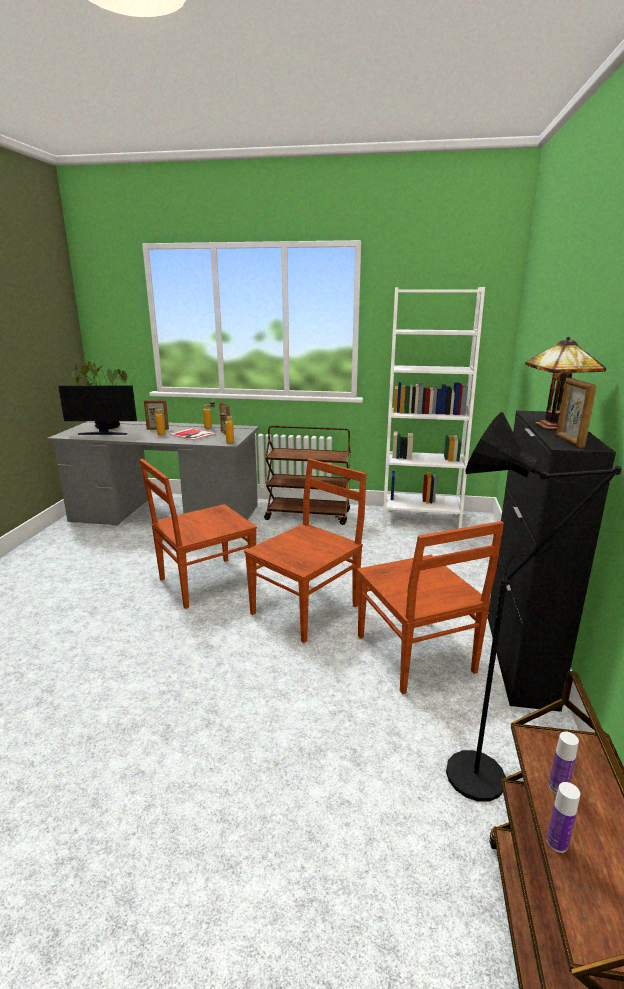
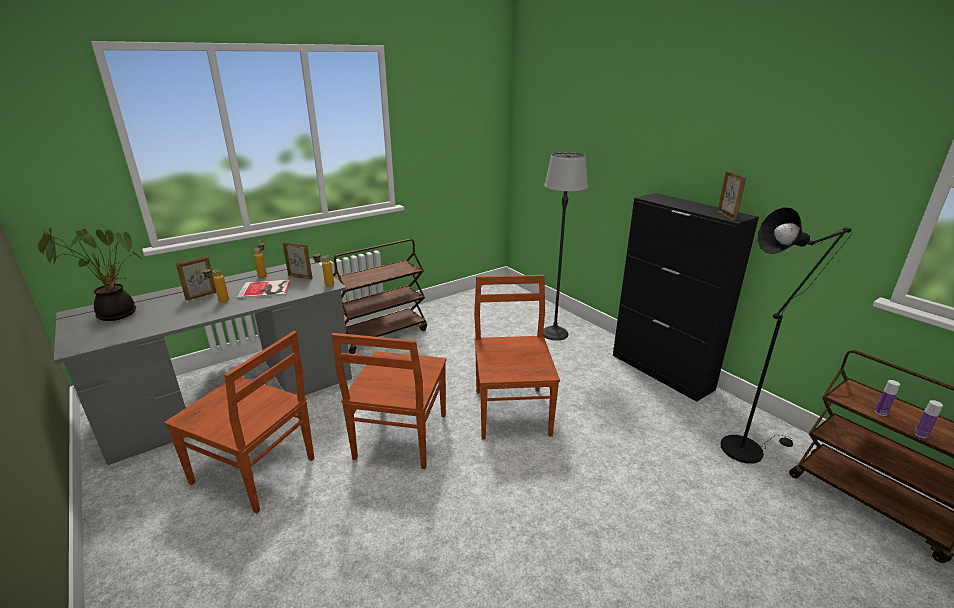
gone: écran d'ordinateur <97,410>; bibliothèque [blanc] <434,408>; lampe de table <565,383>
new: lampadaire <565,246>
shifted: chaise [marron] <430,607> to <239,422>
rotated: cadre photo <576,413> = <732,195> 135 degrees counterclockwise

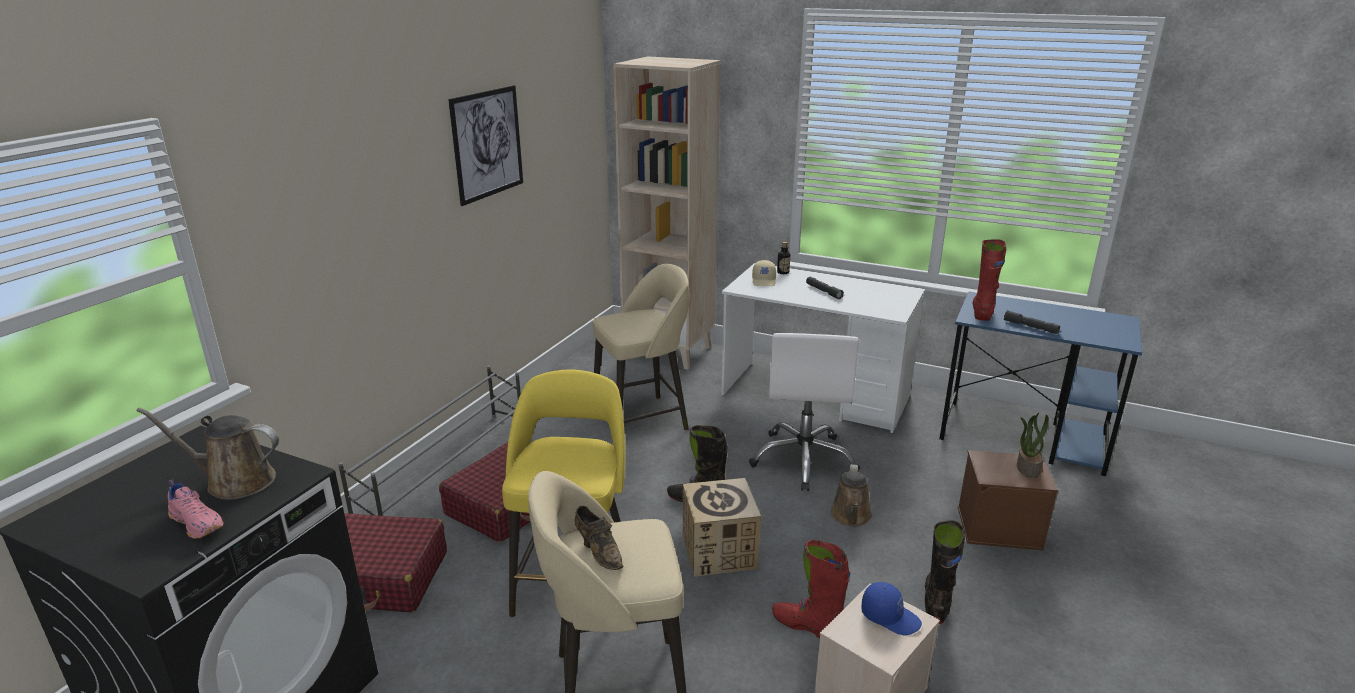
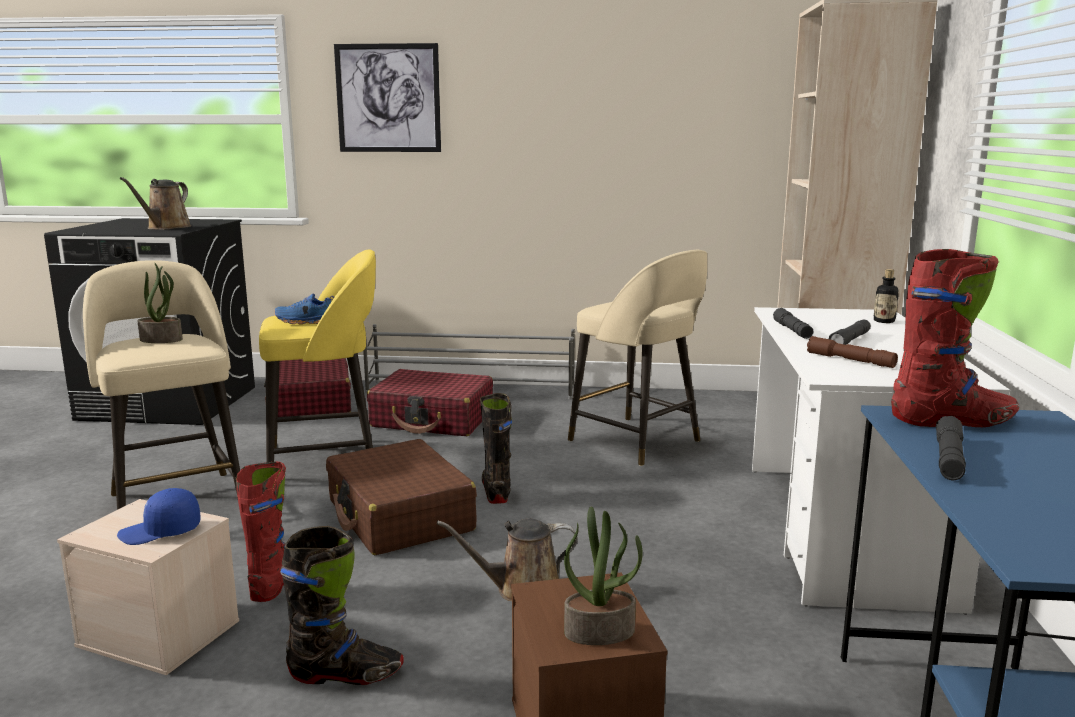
gone: chaussure [rose] <196,509>; chaise de bureau [blanc] <804,412>; casquette [beige] <764,273>
new: chaussure [bleu] <304,308>; lampe de poche [gris] <793,323>; lampe de poche [marron] <852,352>
shifted: tableau <485,145> to <387,97>
swapped: chaussure [marron] <598,538> to plante en pot <160,303>; carton <722,527> to valise [marron] <401,497>
rotated: arrosoir [marron] <207,453> = <156,203> 150 degrees counterclockwise; casquette [bleu] <892,608> = <158,516> 60 degrees clockwise

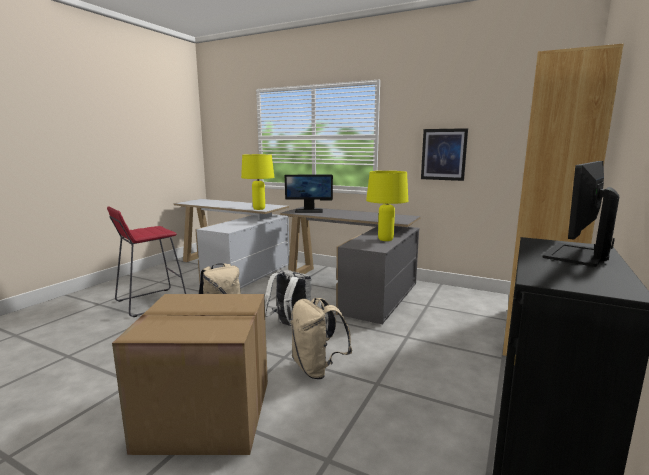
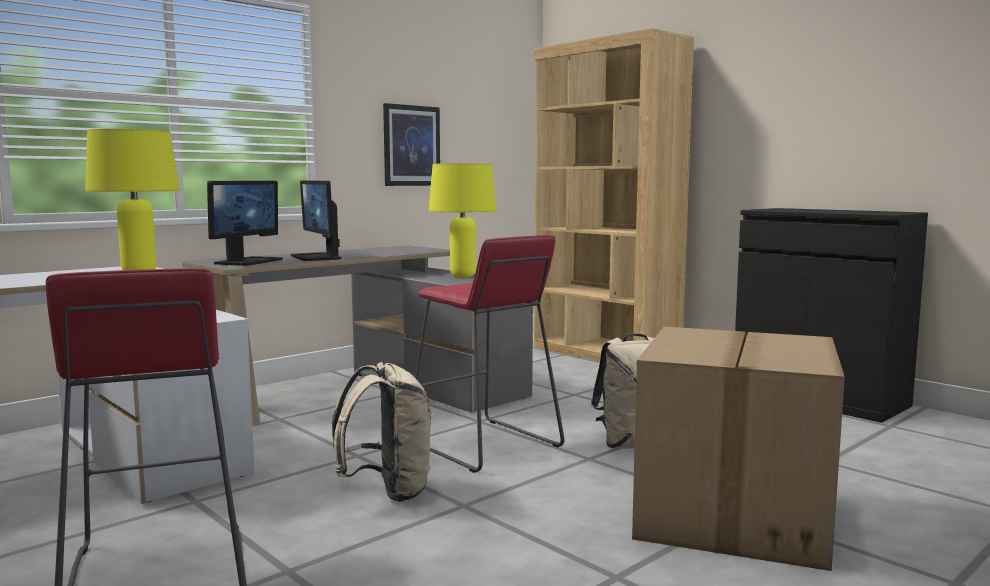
shifted: écran d'ordinateur <581,214> to <316,221>
swapped: sac à dos [blanc] <288,298> to tabouret [rouge] <490,354>

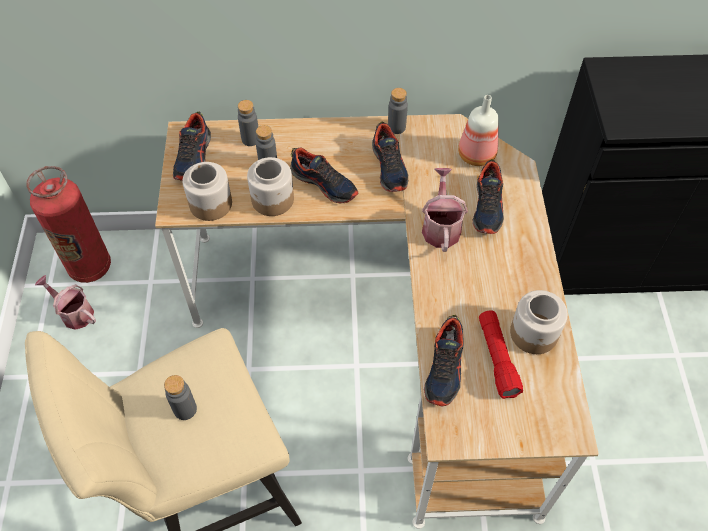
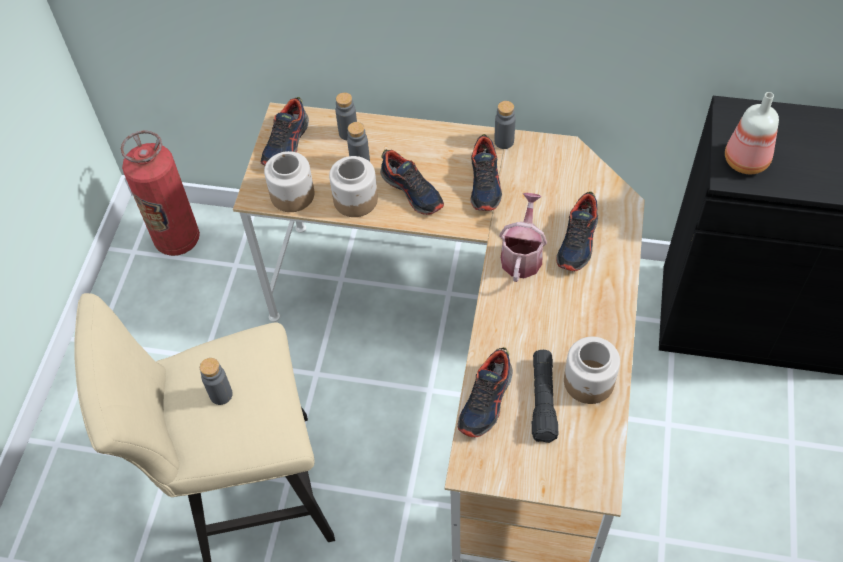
gone: arrosoir <65,302>
shifted: bouteille <478,130> to <752,133>
repainted: lampe de poche [rouge] <501,354> to lampe de poche [noir] <545,396>

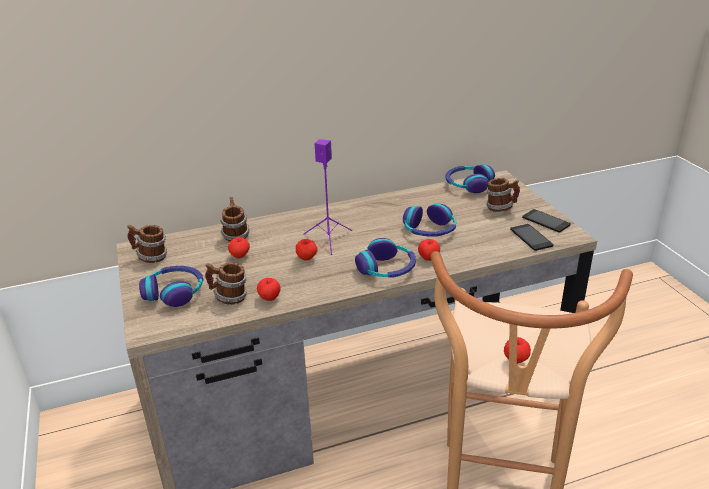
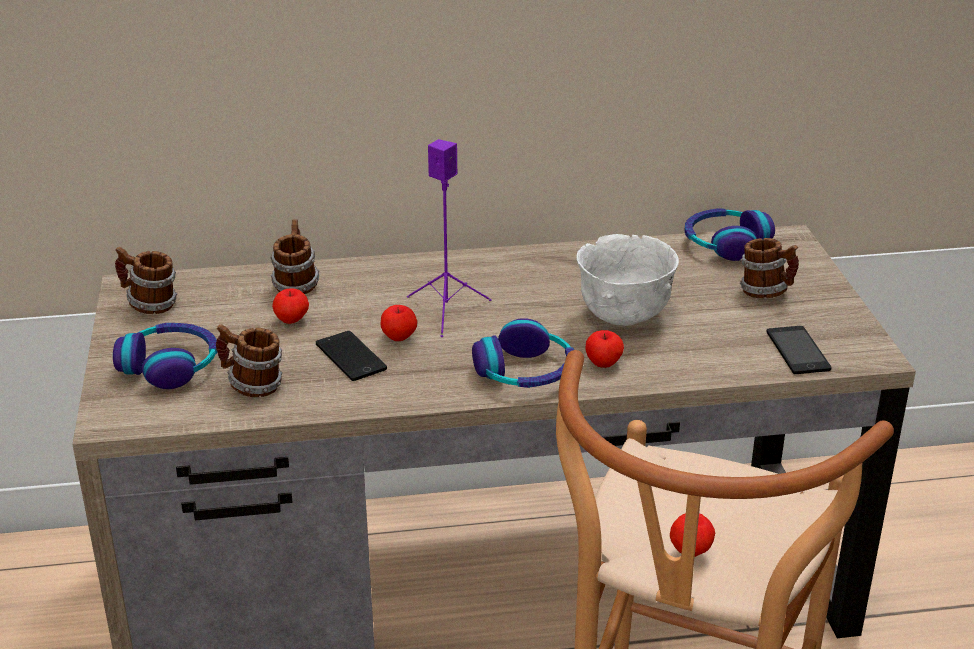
gone: pomme <269,289>
shifted: téléphone <546,221> to <351,356>
swapped: casque audio <429,220> to bol [blanc] <627,280>

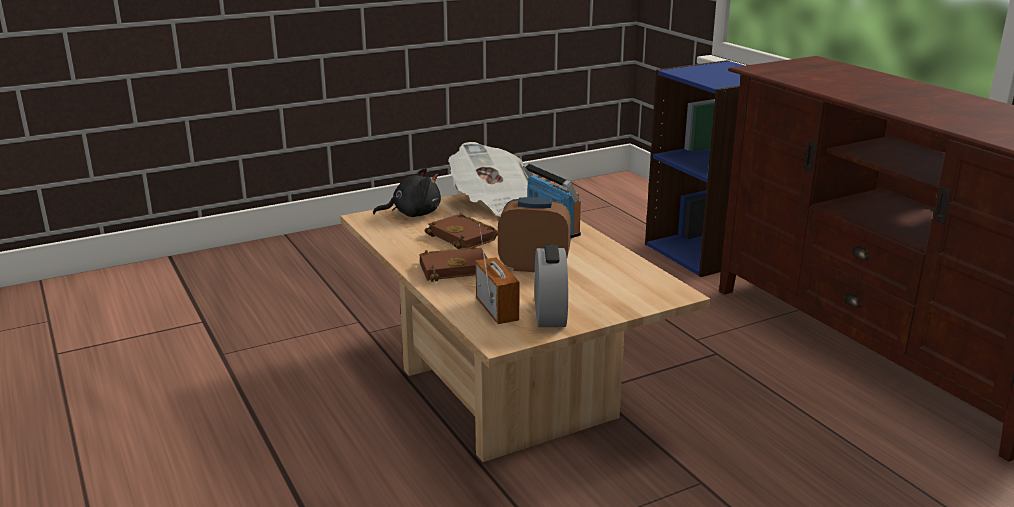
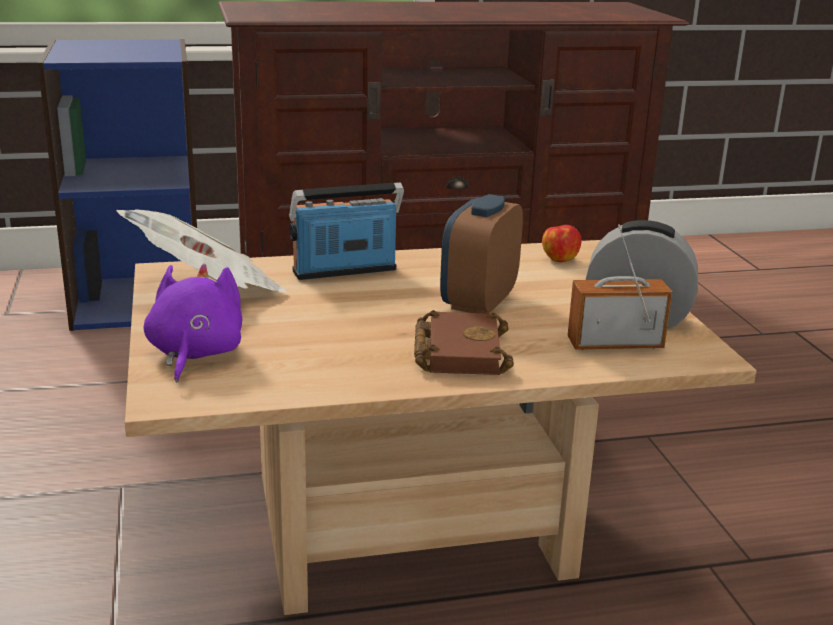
gone: livre [marron] <461,231>
new: pomme <561,243>
repainted: peluche [noir] <407,192> to peluche [violet] <193,322>

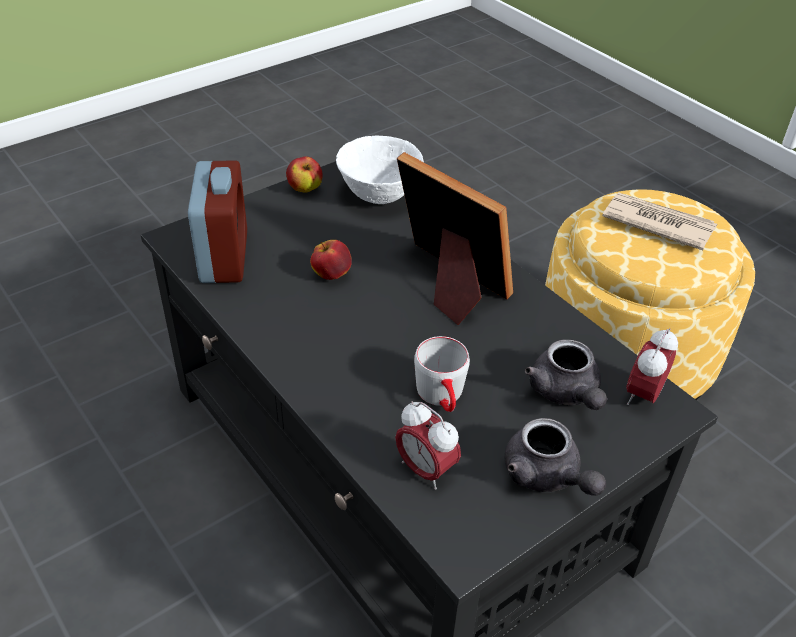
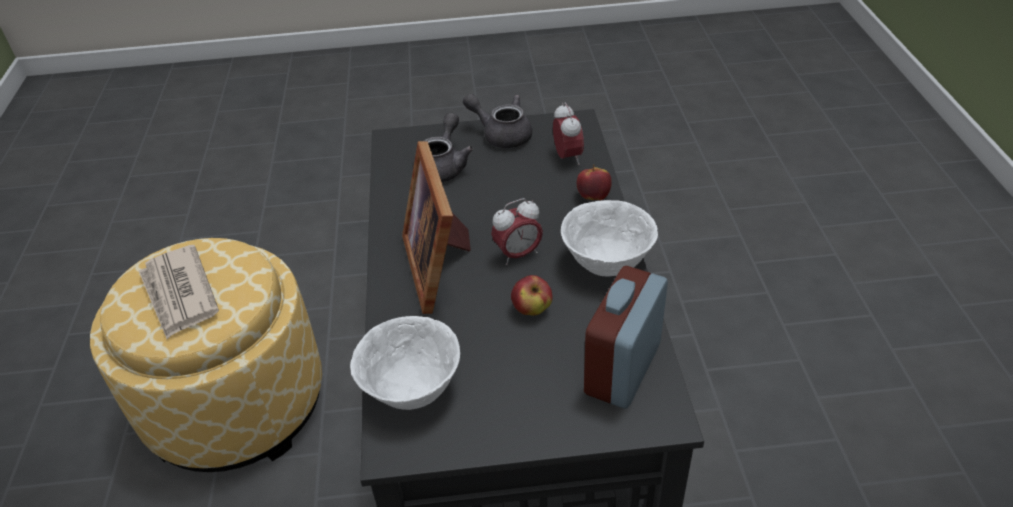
gone: mug [gris] <442,374>
new: bol [blanc] <609,238>
shifted: pomme <304,174> to <594,182>; réveil <652,366> to <517,231>
rotated: théière [gris] <555,457> = <497,121> 60 degrees counterclockwise

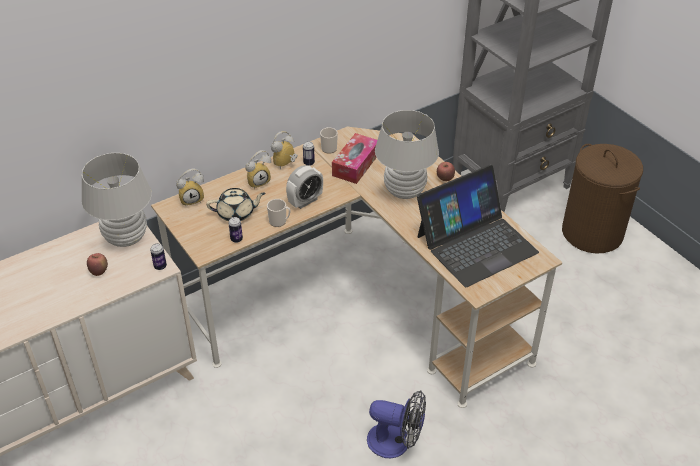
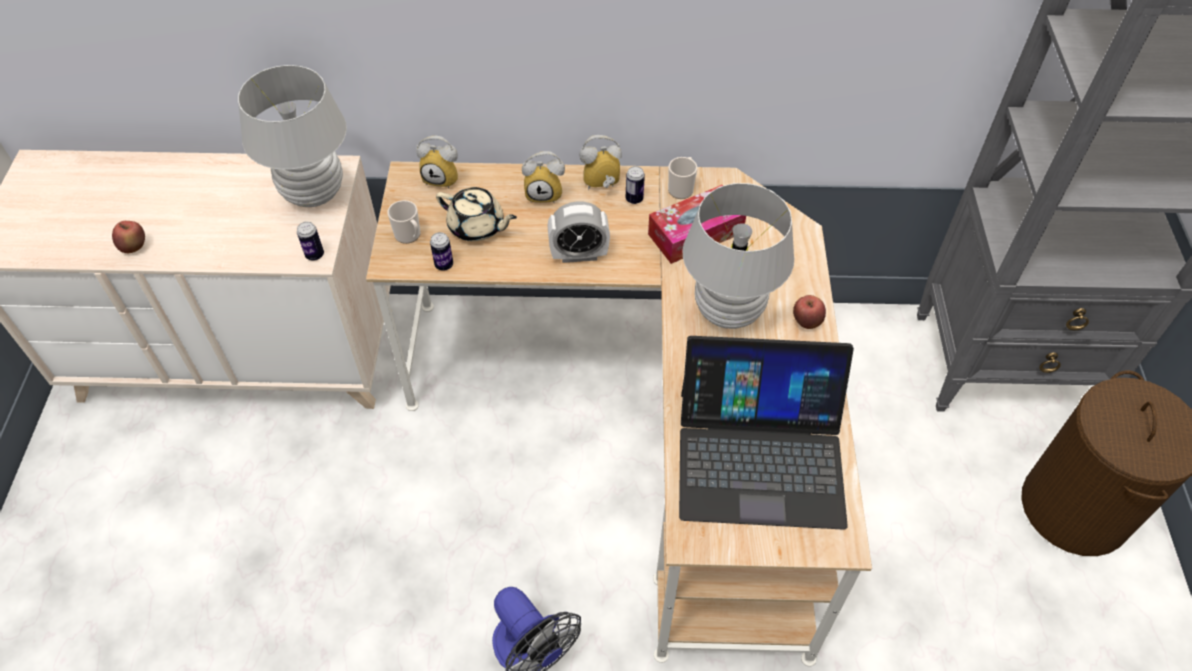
shifted: pomme <97,264> to <128,237>; mug <278,213> to <404,222>

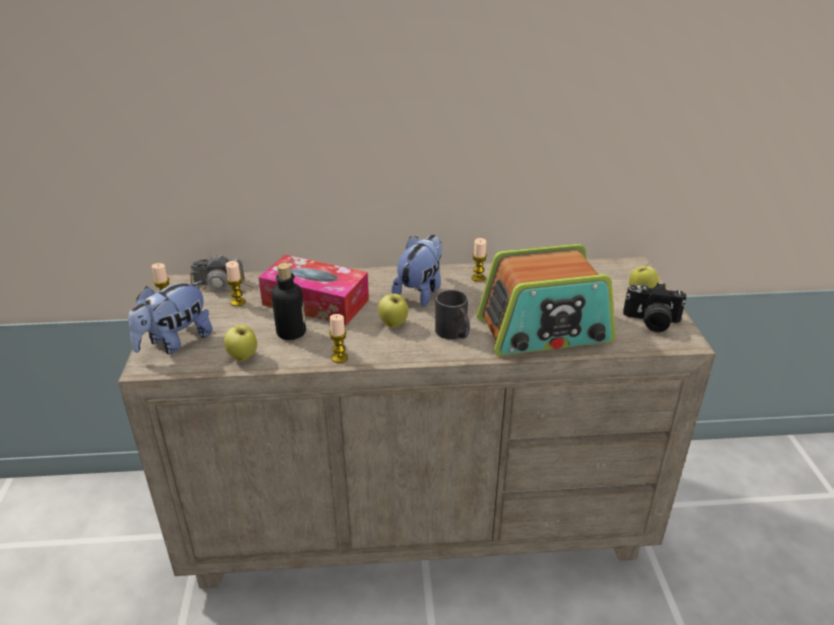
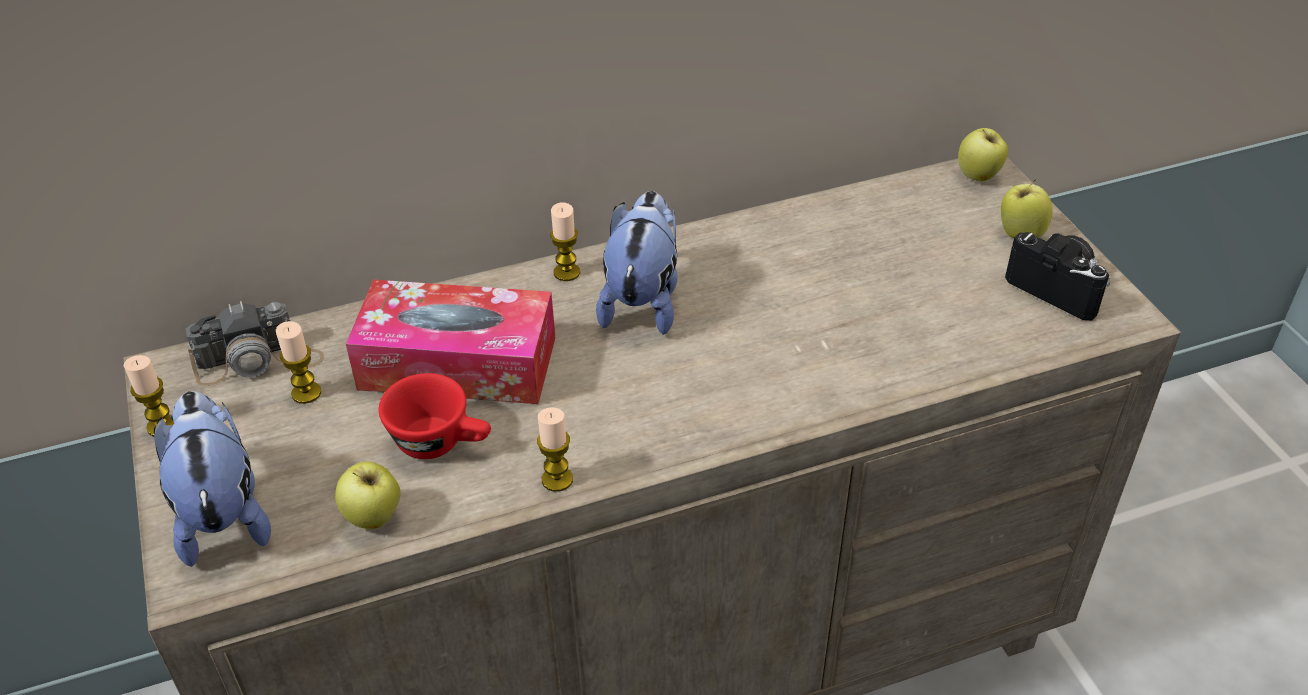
gone: mug [noir] <452,314>; radio <546,300>
shifted: pomme <393,310> to <983,155>; bougie <479,260> to <565,242>
swapped: bouteille <289,301> to tasse [rouge] <435,416>
rotated: peluche <170,317> = <212,479> 135 degrees clockwise; appareil photo <654,307> = <1057,276> 135 degrees counterclockwise

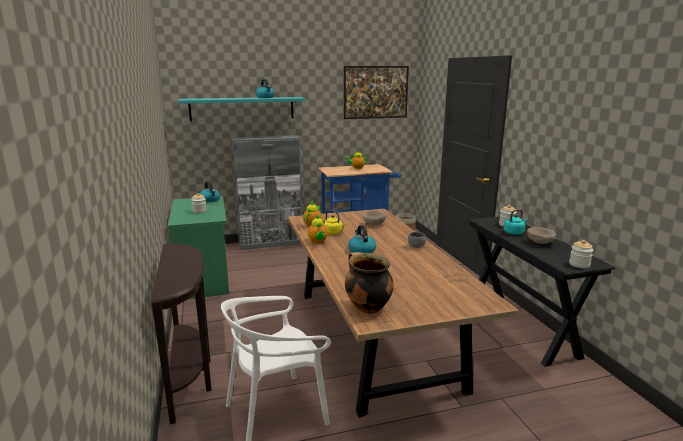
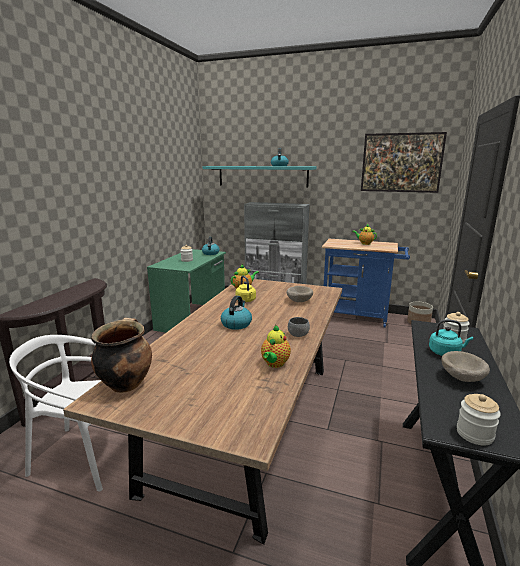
shifted: théière <318,229> to <276,346>

